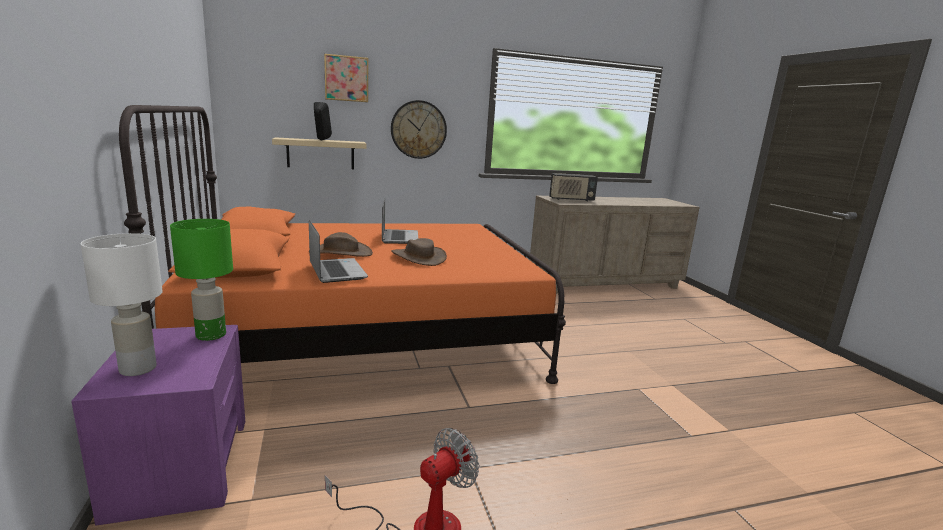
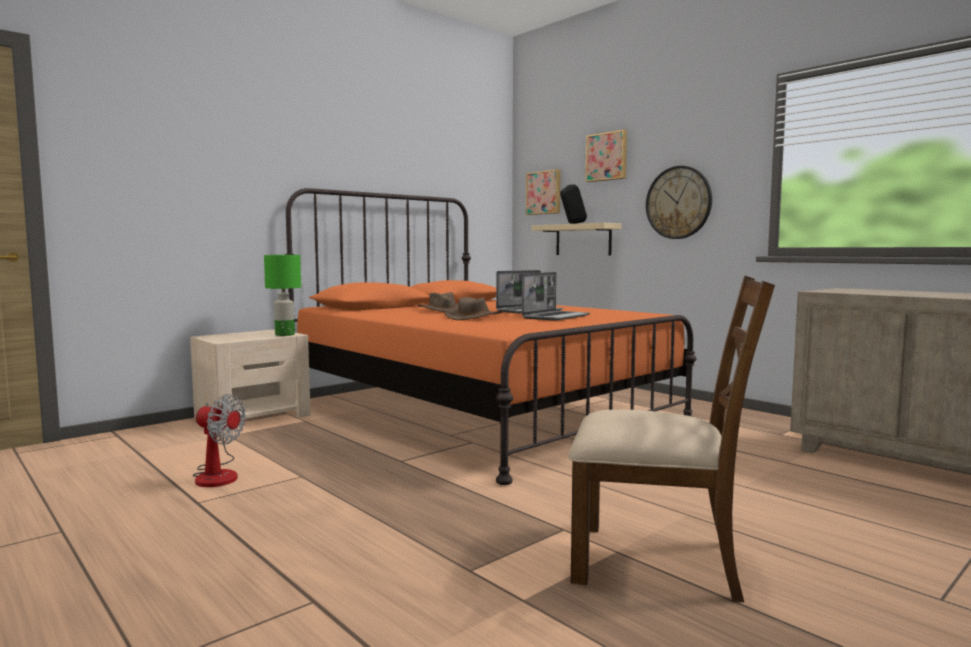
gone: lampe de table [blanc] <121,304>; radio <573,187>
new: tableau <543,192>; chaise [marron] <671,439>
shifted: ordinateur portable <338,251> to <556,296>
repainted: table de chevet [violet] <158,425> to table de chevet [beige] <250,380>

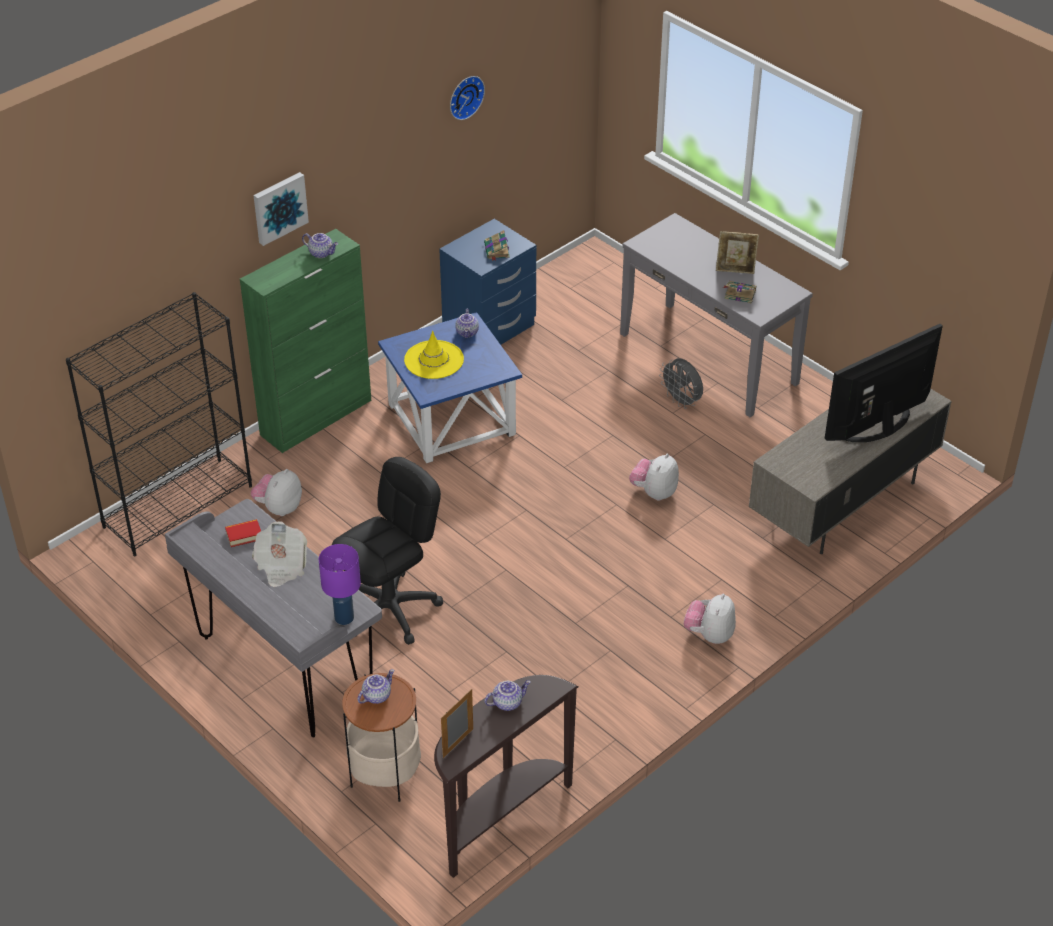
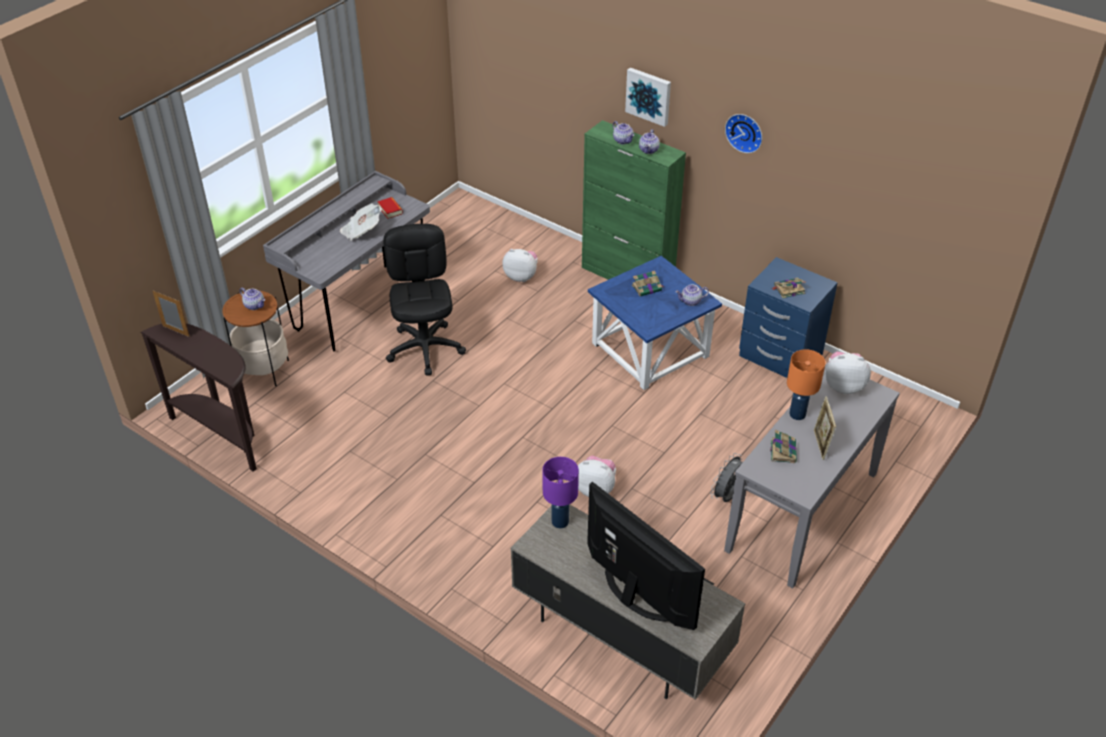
gone: bibliothèque [noir] <159,424>
new: lampe de table [orange] <806,384>
shifted: lampe de table [violet] <340,584> to <560,492>; horloge murale <467,98> to <743,133>; théière <507,695> to <623,132>; peluche <710,619> to <848,373>
swapped: chapeau [jaune] <434,355> to livre <647,283>
rotated: chaise de bureau [noir] <387,551> = <424,300> 135 degrees counterclockwise

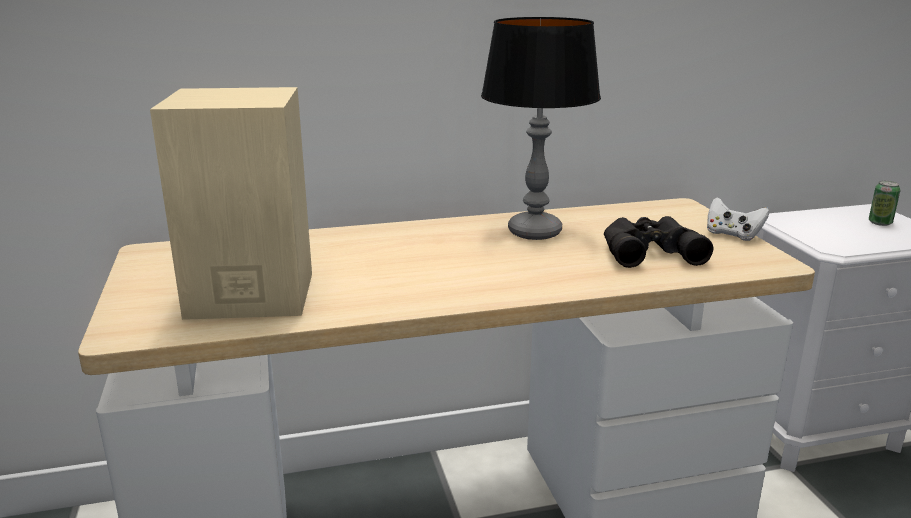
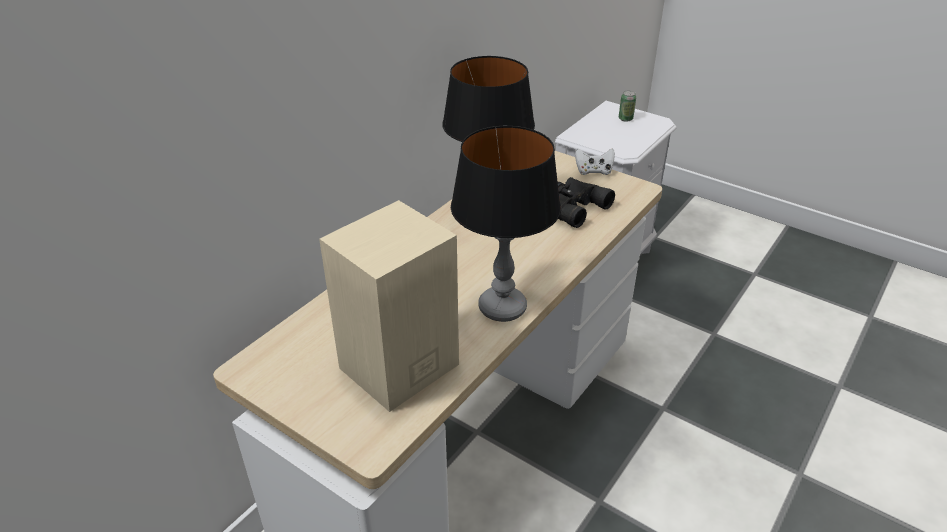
new: lampe de table <506,224>

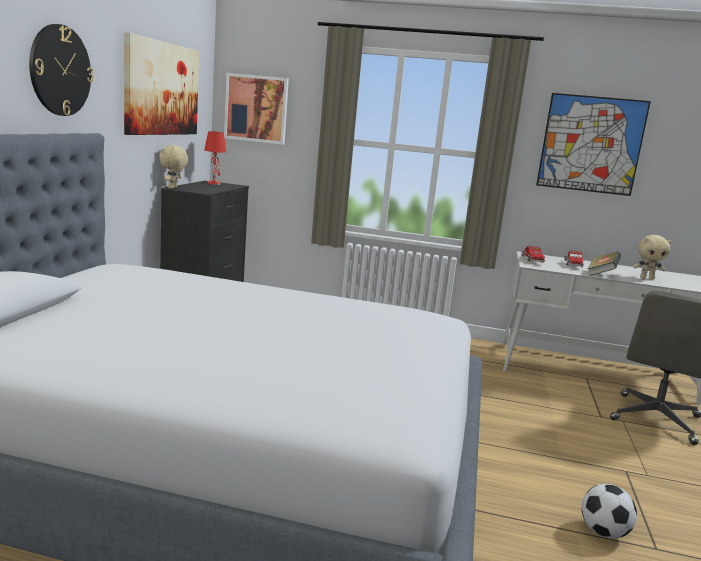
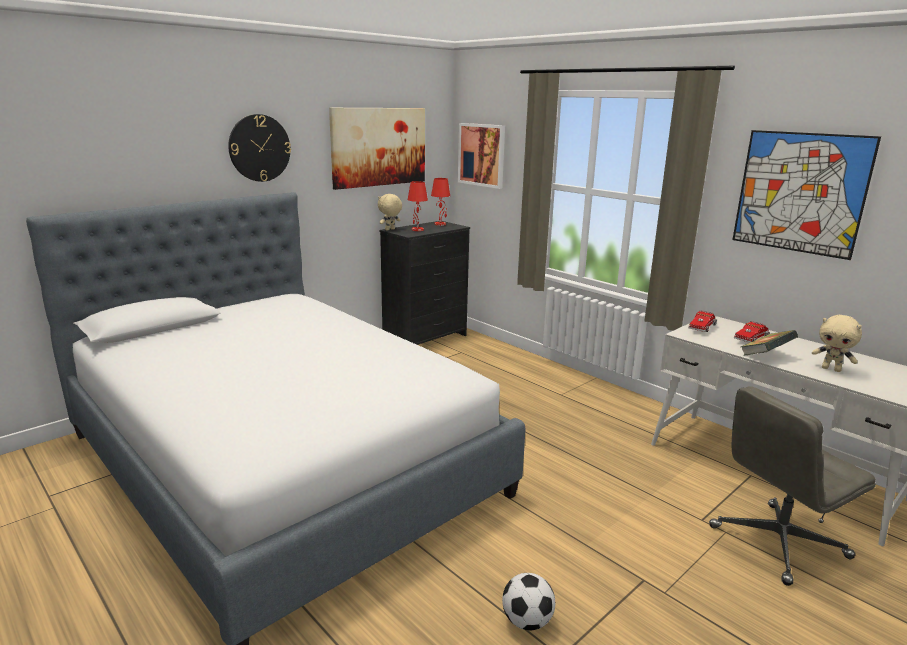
new: lampe de table [rouge] <418,206>

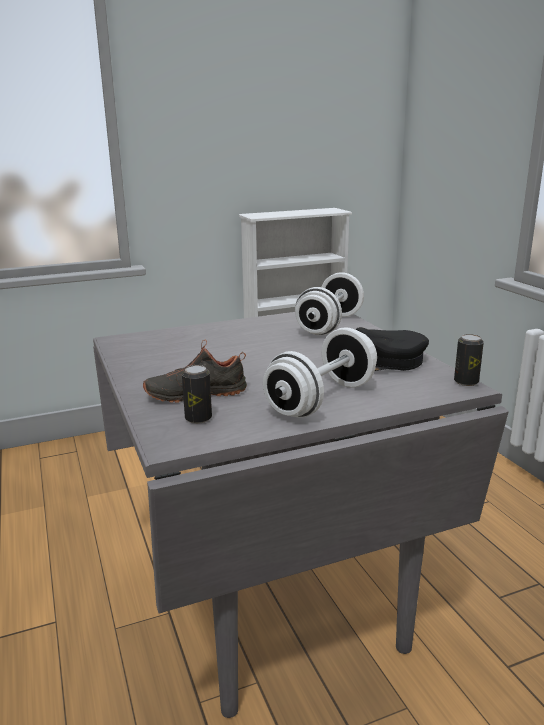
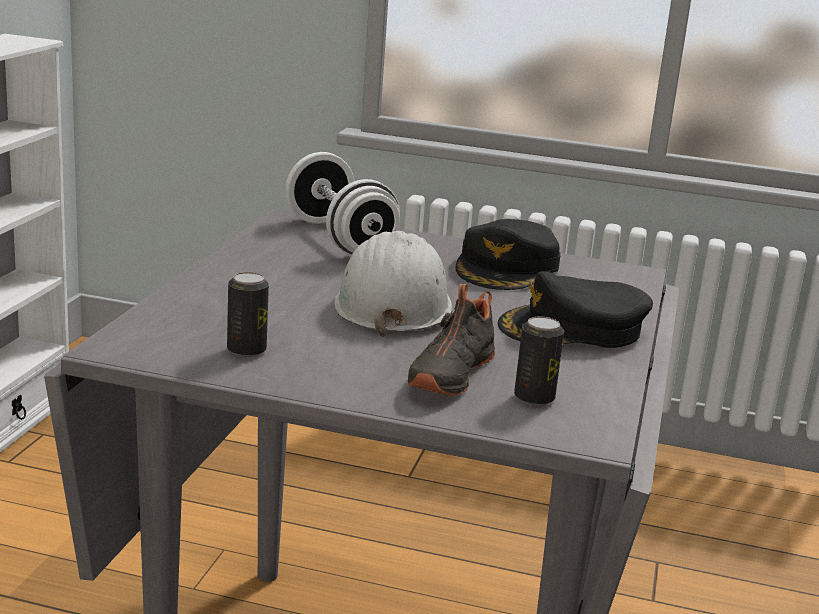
new: casque de chantier [blanc] <393,284>
shifted: boîte métallique <469,360> to <248,314>
swapped: haltère [blanc] <320,372> to casquette [noir] <575,309>

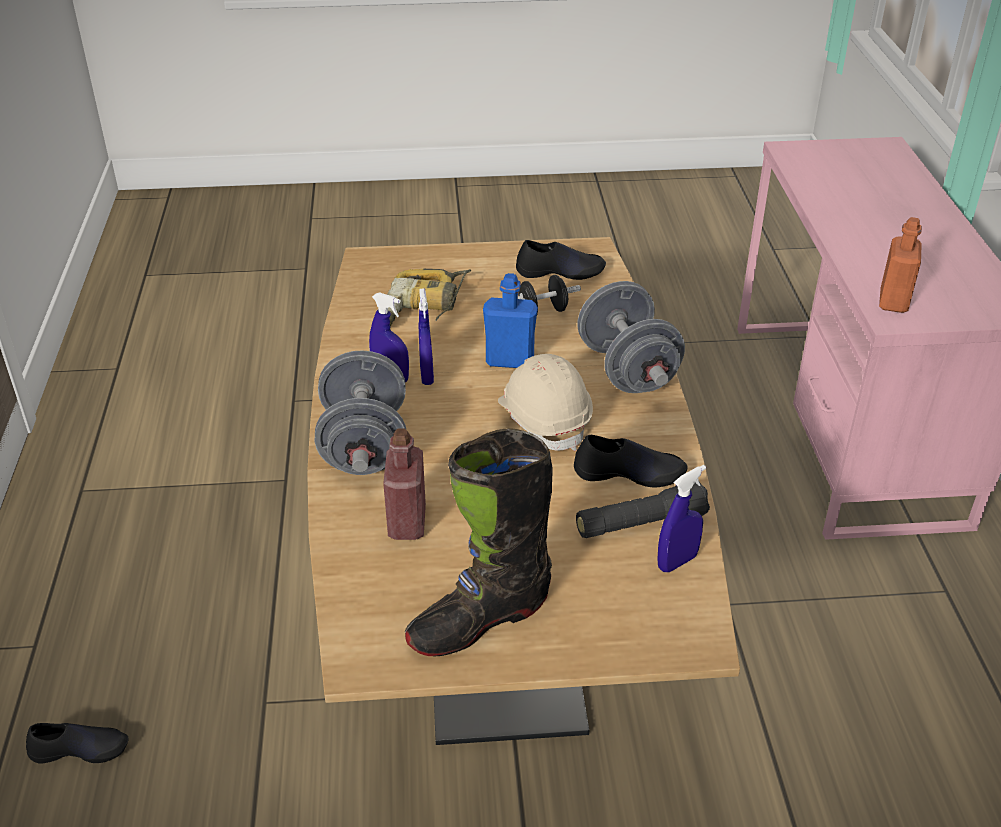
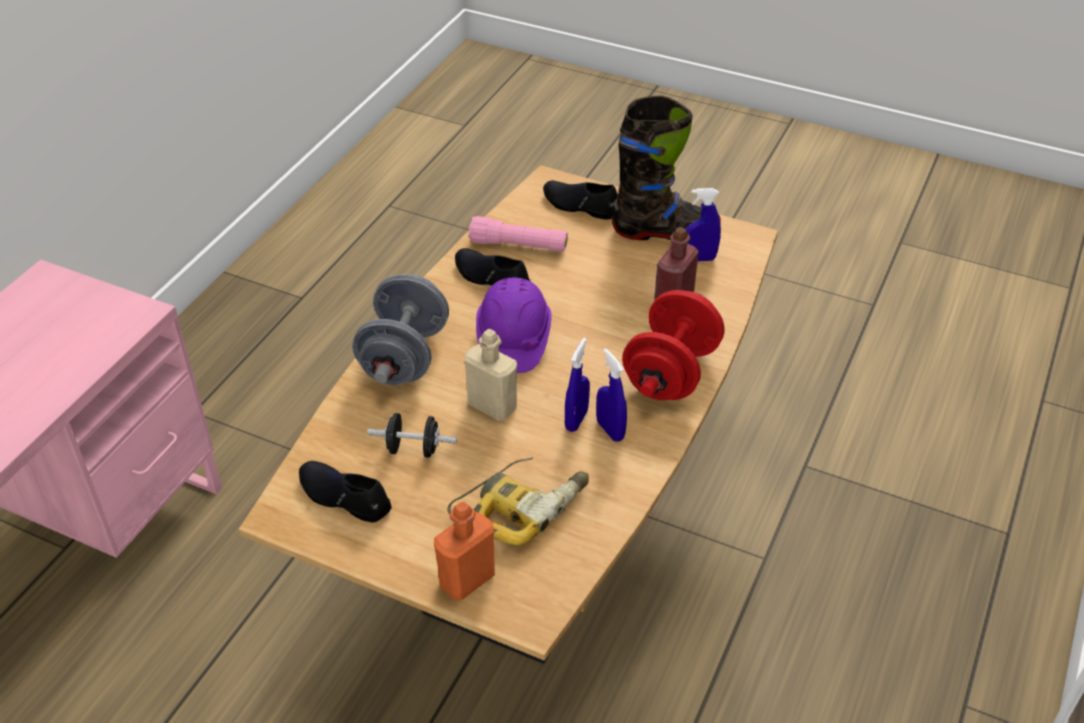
shifted: chaussure [noir] <77,743> to <580,200>; vaporisateur [bleu] <682,518> to <703,225>; bouteille [orange] <900,265> to <464,551>
repainted: haltère [gris] <360,412> to haltère [rouge] <673,345>; bouteille [bleu] <510,320> to bouteille [beige] <490,375>; casque de chantier [beige] <545,402> to casque de chantier [violet] <513,325>; lampe de poche [noir] <643,510> to lampe de poche [rose] <518,234>

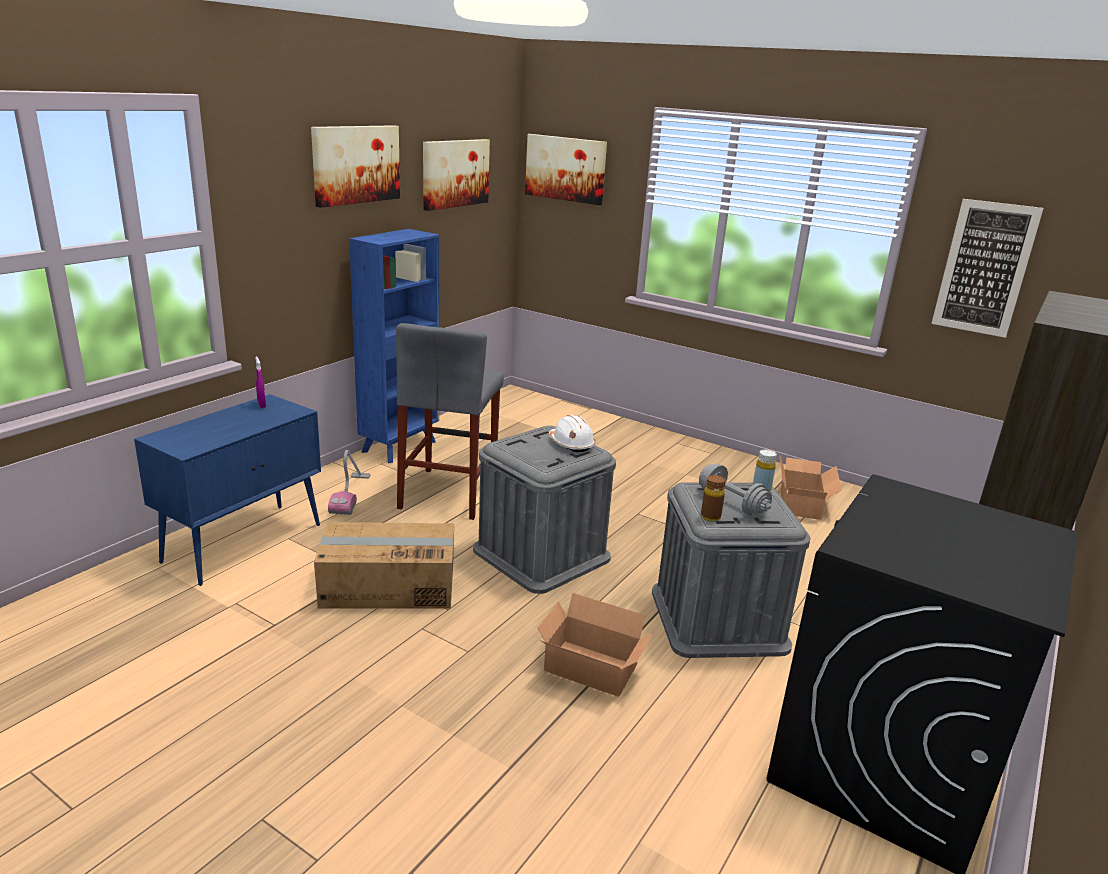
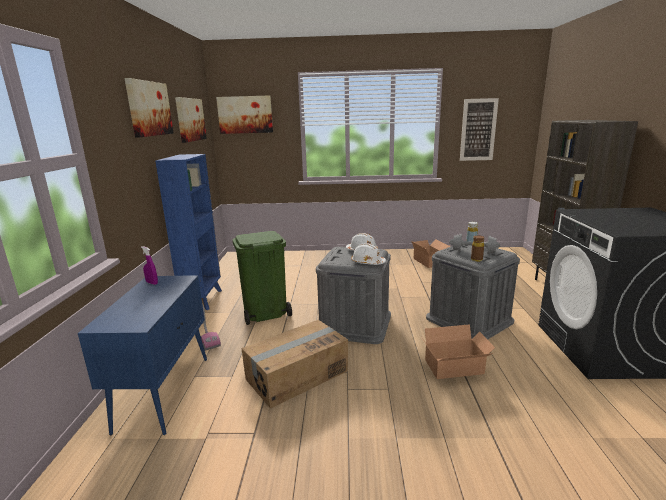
new: casque de chantier [blanc] <368,254>
swapped: tabouret [gris] <450,421> to poubelle [vert] <262,278>

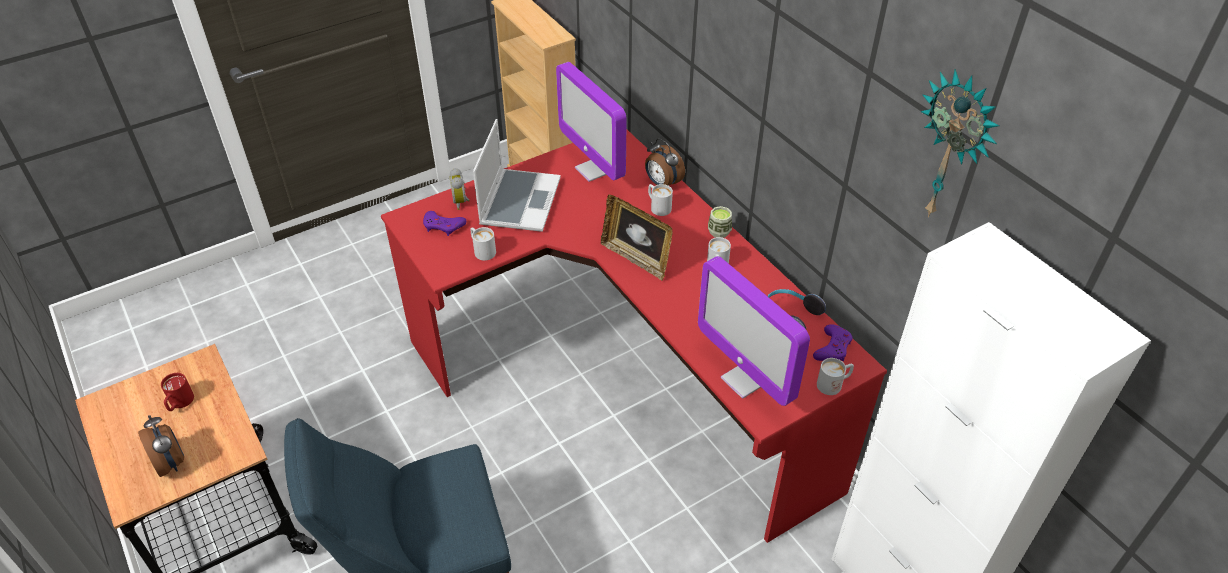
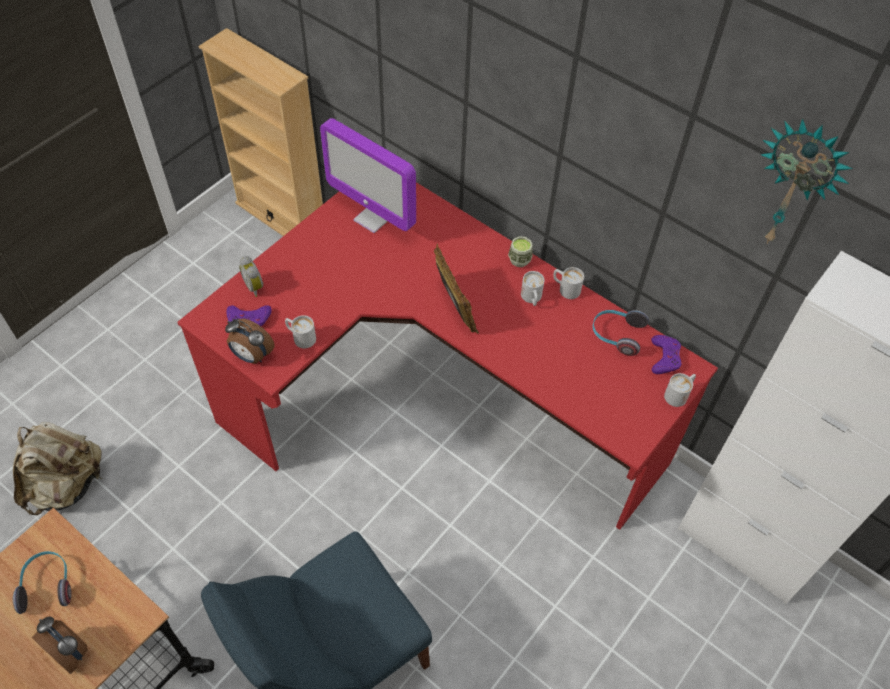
gone: ordinateur portable <517,175>; écran d'ordinateur <754,331>
new: sac à dos [beige] <57,468>
shifted: réveil <665,162> to <250,340>; mug [blanc] <660,200> to <568,283>
swapped: mug [rouge] <177,392> to casque audio <42,582>
rotated: cadre photo <637,238> = <456,288> 135 degrees counterclockwise

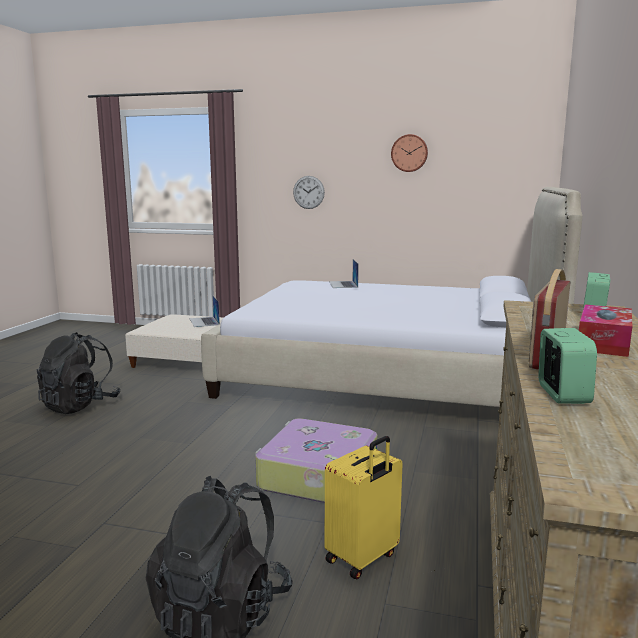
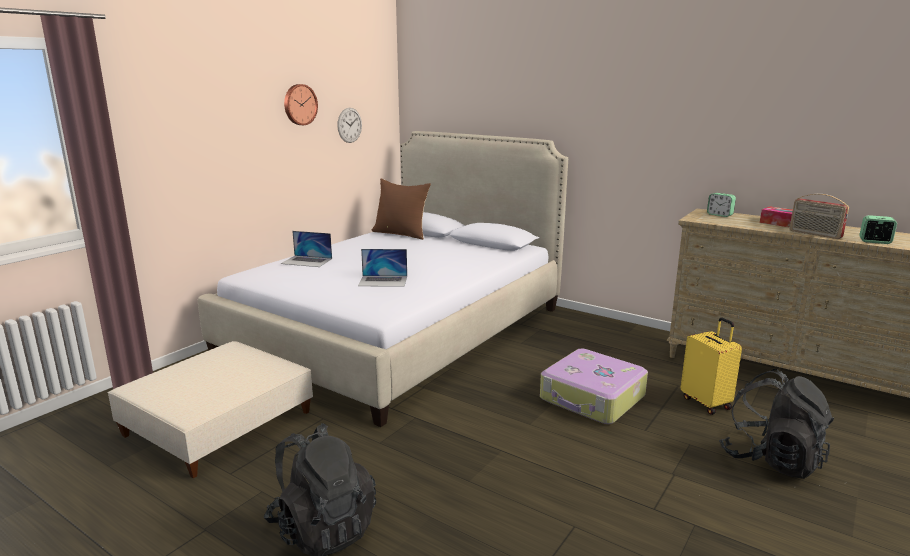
new: coussin [marron] <401,209>
shifted: ordinateur portable <204,311> to <382,268>; horloge murale <309,192> to <349,125>

